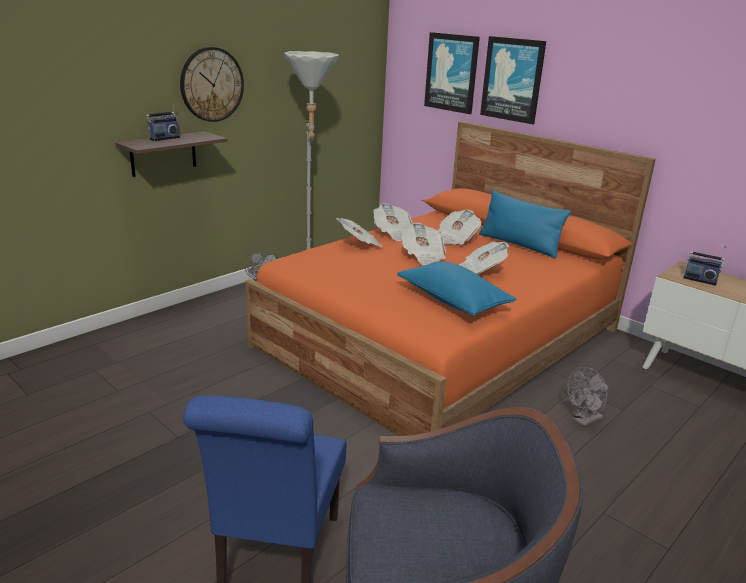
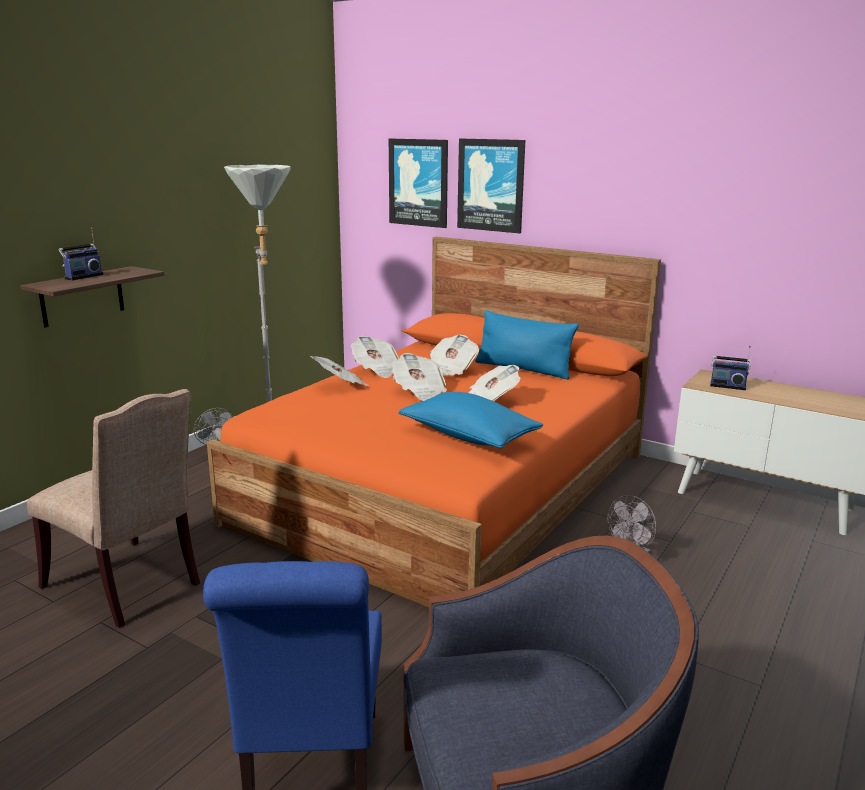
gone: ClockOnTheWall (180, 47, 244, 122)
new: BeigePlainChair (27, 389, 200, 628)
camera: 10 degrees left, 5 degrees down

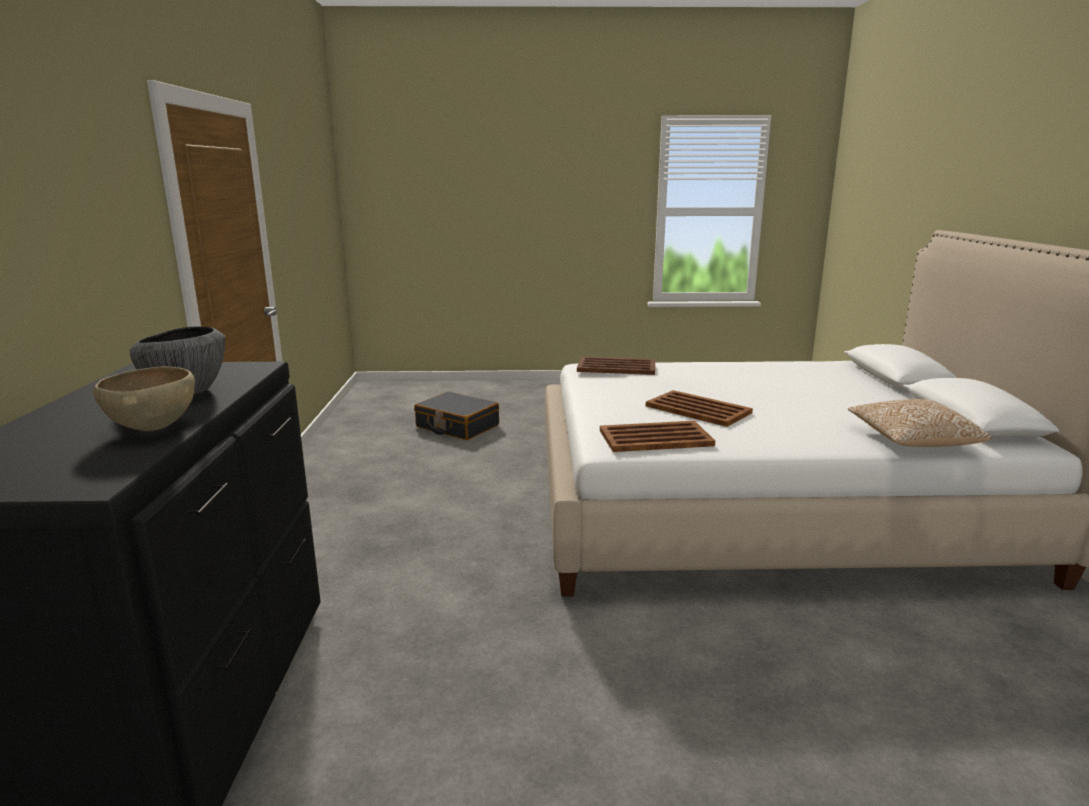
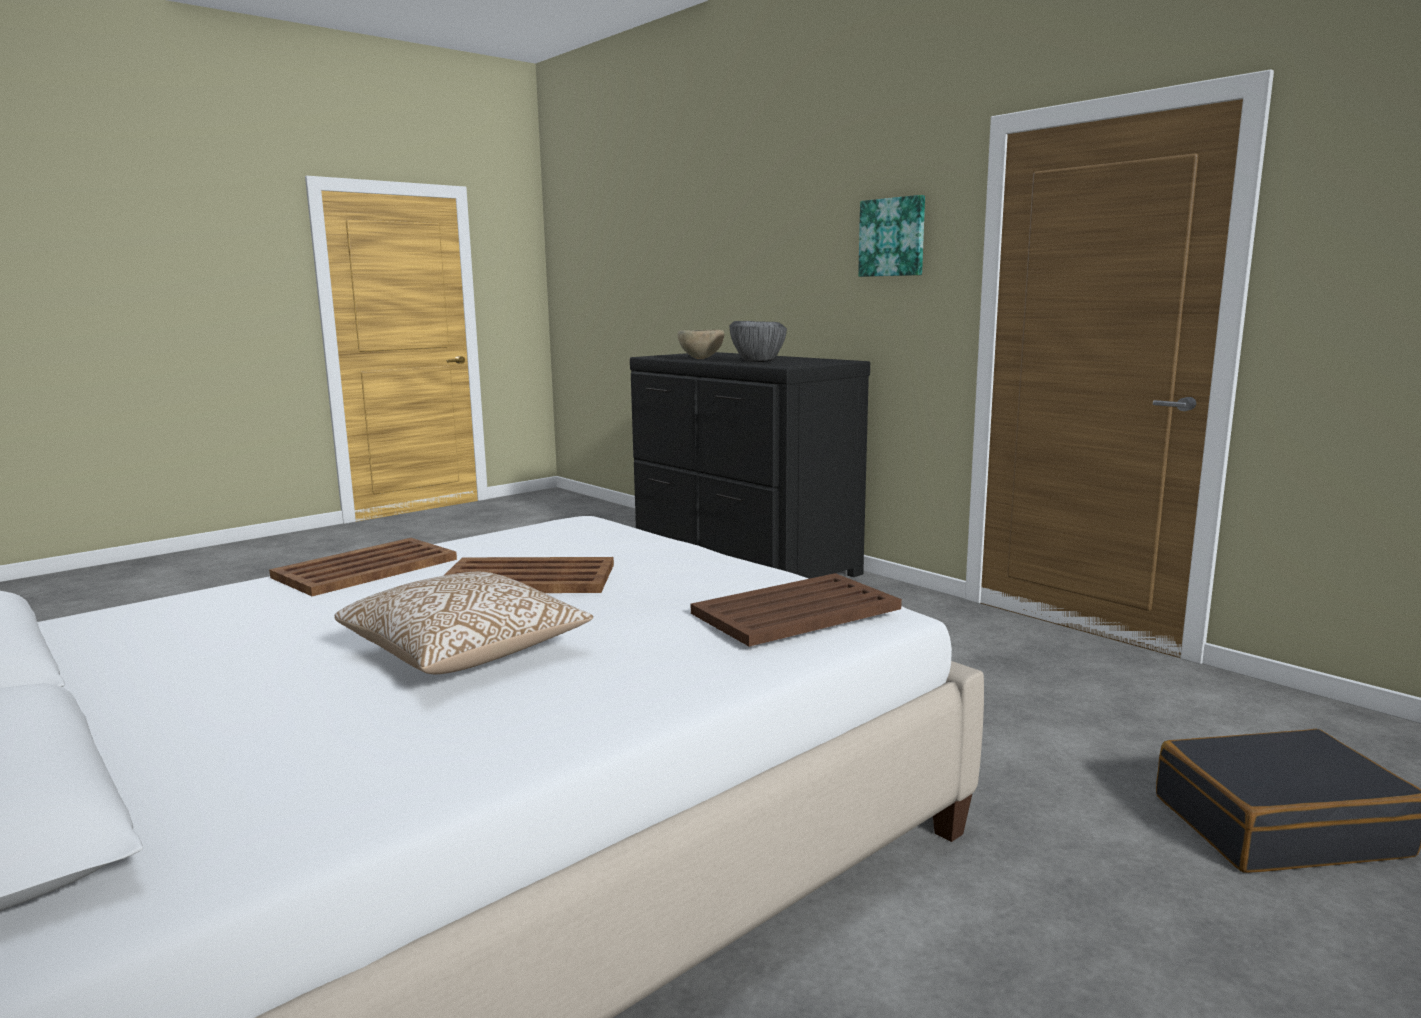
new: WallArt (858, 195, 925, 277)
shifted: BrownishServingTray (600, 421, 715, 452) to (269, 538, 457, 596); Pillow (848, 399, 992, 447) to (334, 572, 593, 674)
camera: 140 degrees right, 5 degrees down

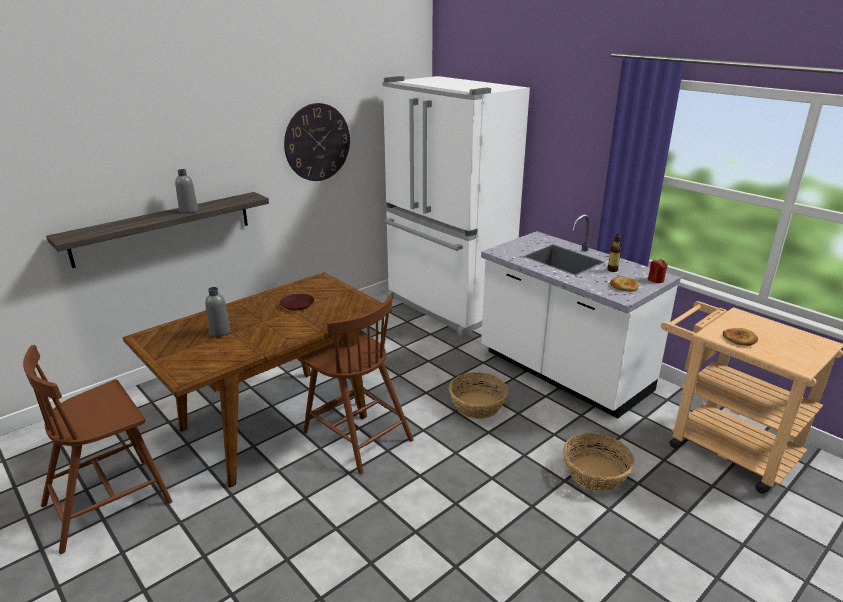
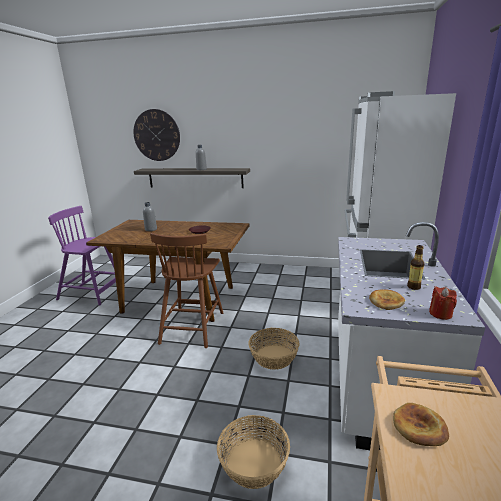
shifted: ClockOnTheWall (284, 103, 350, 181) to (133, 109, 180, 161)
repainted: BrownishPlainChair (23, 345, 172, 554) to PurplishPlainChair (48, 206, 125, 305)
camera: 55 degrees right, 5 degrees down

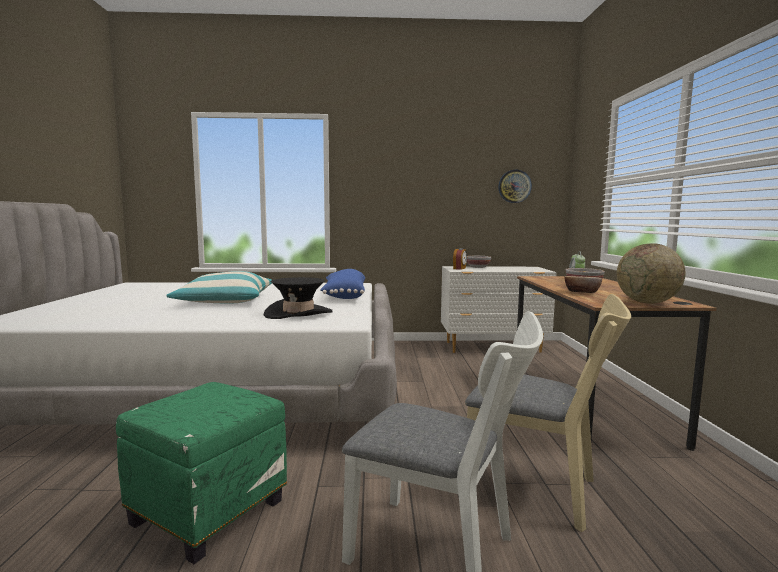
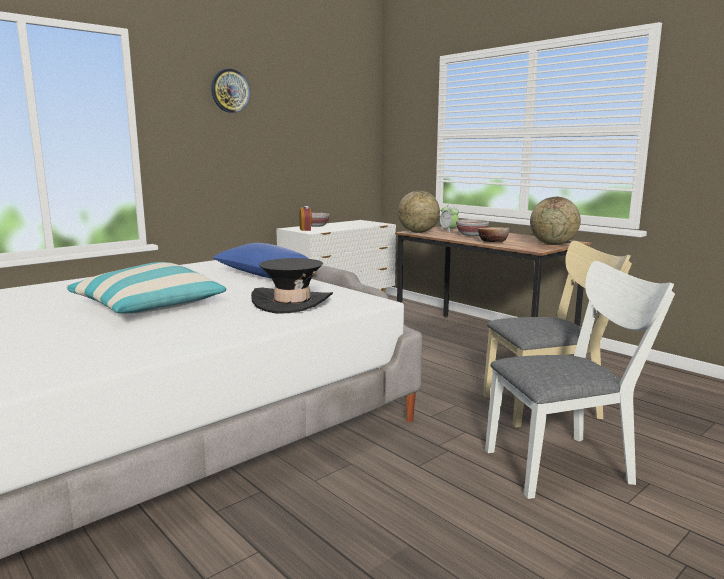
gone: GreenColouredFootrest (116, 382, 287, 564)
new: DeskGlobe (398, 191, 440, 233)
shifted: ClockOnTheWall (498, 170, 532, 203) to (211, 69, 250, 113)
camera: 40 degrees left, 5 degrees up

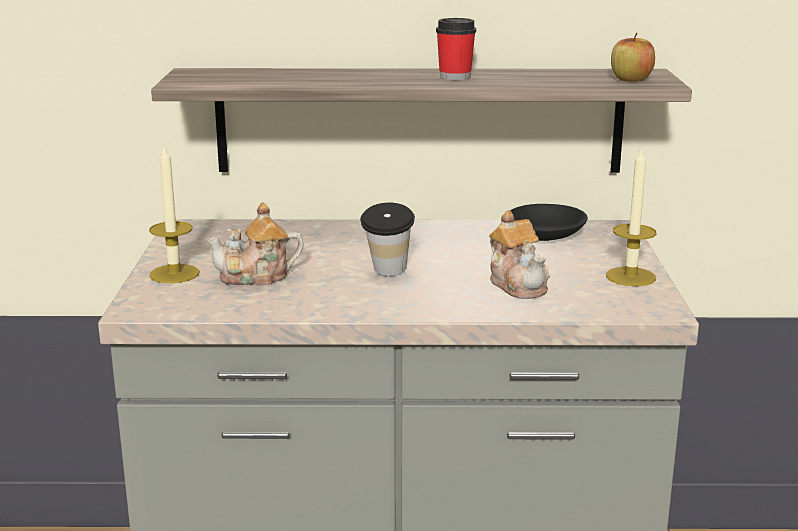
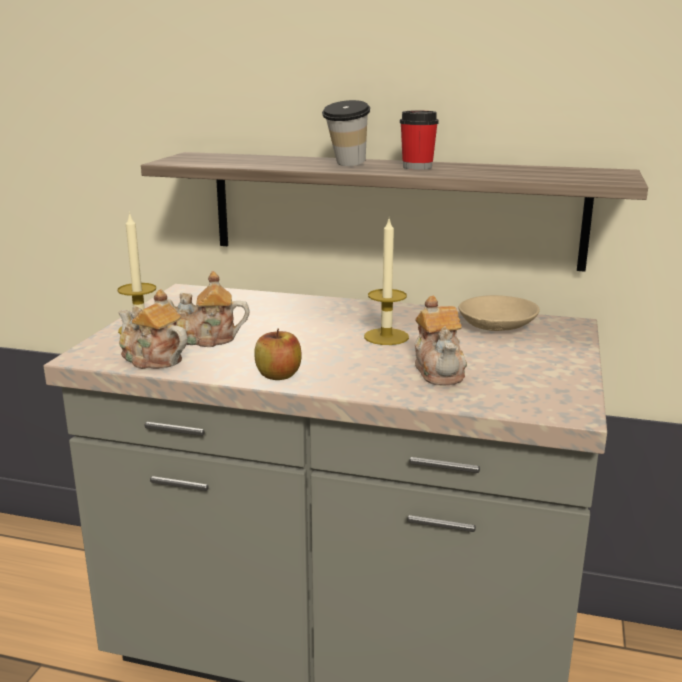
new: Teapot (118, 289, 187, 369)
shifted: Cup (360, 203, 415, 276) to (322, 100, 370, 166); Candle (606, 146, 657, 286) to (364, 219, 409, 345); WholeApple (611, 32, 655, 82) to (254, 328, 302, 380)
repainted: BlackishServingBowl (510, 204, 588, 241) to BeigeServingBowl (459, 295, 540, 331)
camera: 15 degrees right, 0 degrees up

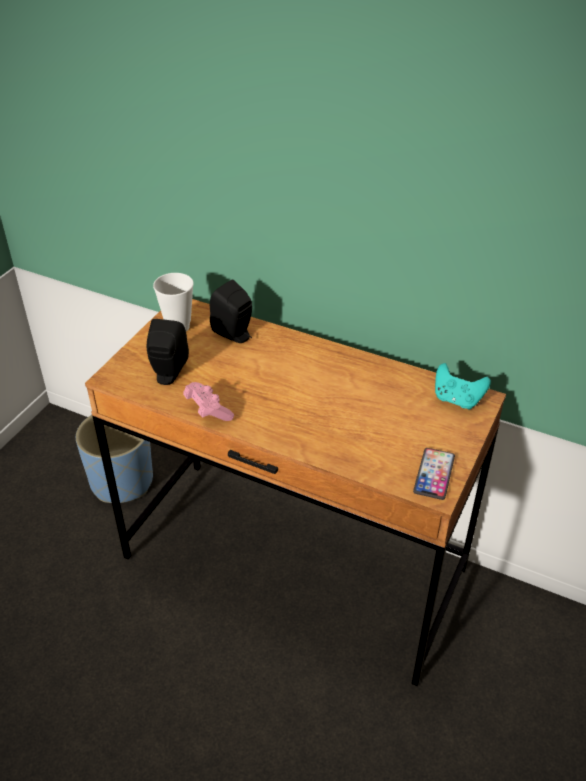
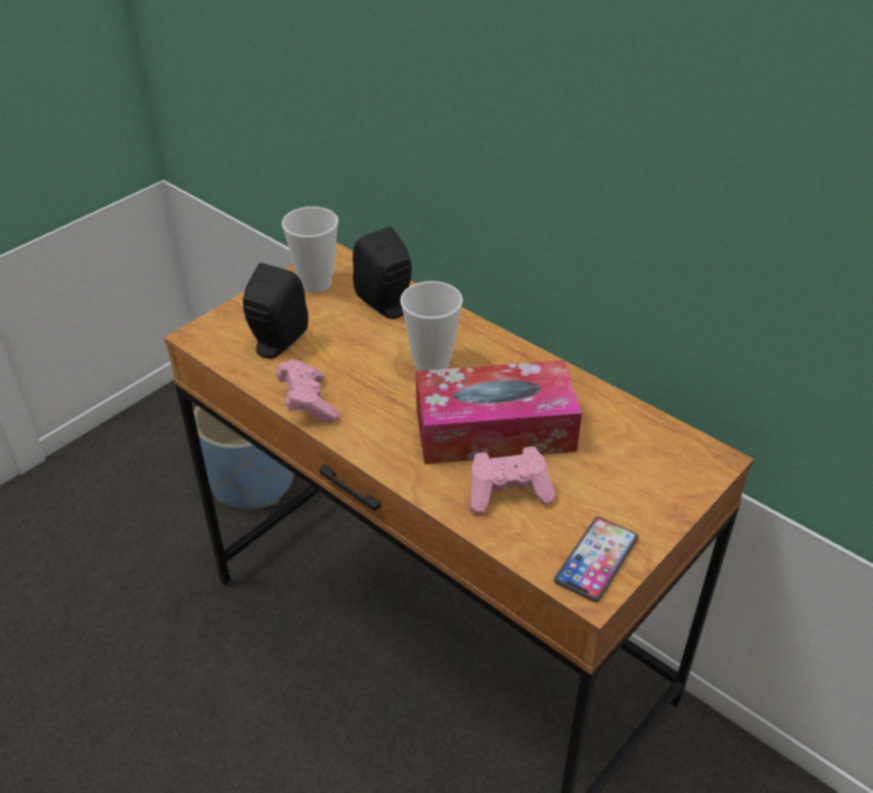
gone: BlueGreenJoypad (435, 363, 491, 409)
new: Cup (400, 281, 463, 371); BoxOfTissues (416, 360, 582, 464); PinkColouredJoypad (470, 446, 556, 514)
camera: 15 degrees right, 0 degrees up

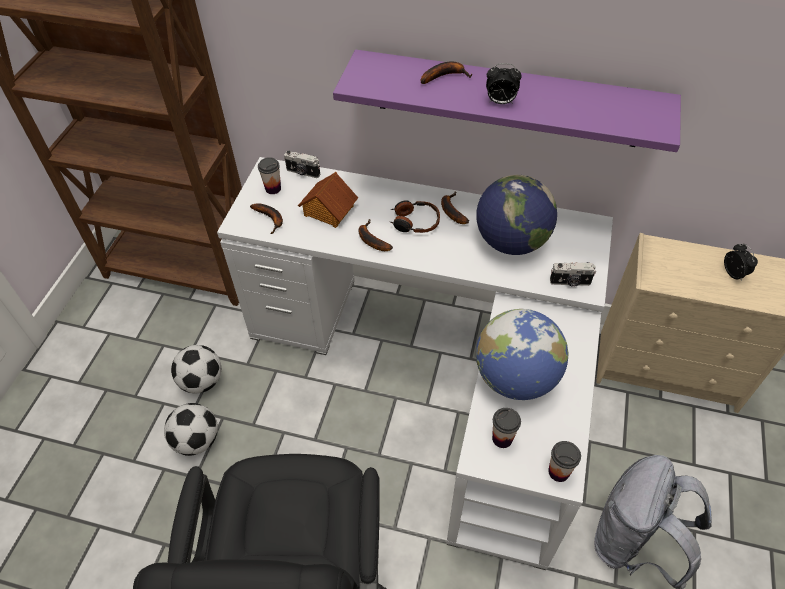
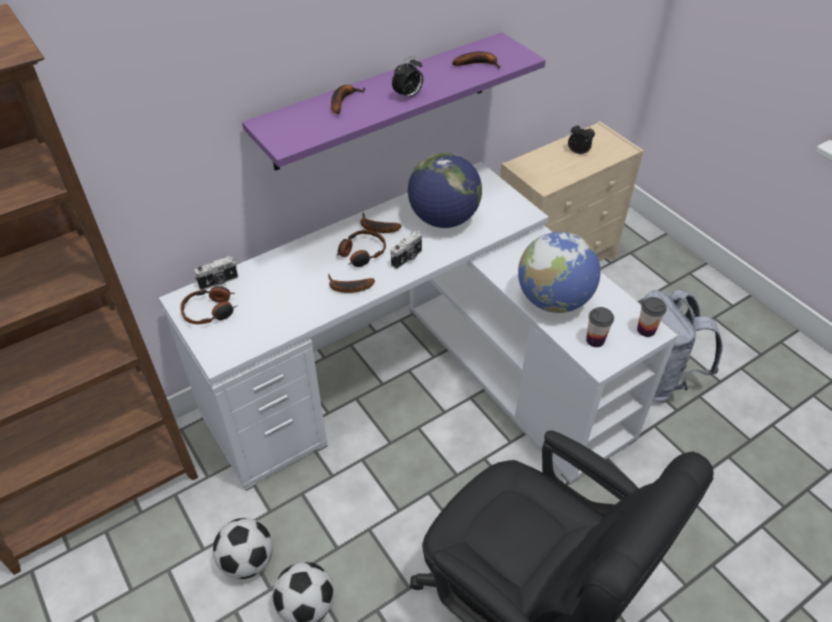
gone: ModelHouse (298, 172, 358, 228)
shifted: WholeBanana (250, 203, 283, 234) to (452, 51, 501, 69); StillCamera (550, 262, 596, 287) to (391, 231, 422, 269)
swapped: Cup (258, 157, 281, 194) to Headset (180, 286, 236, 325)
camera: 50 degrees left, 5 degrees down

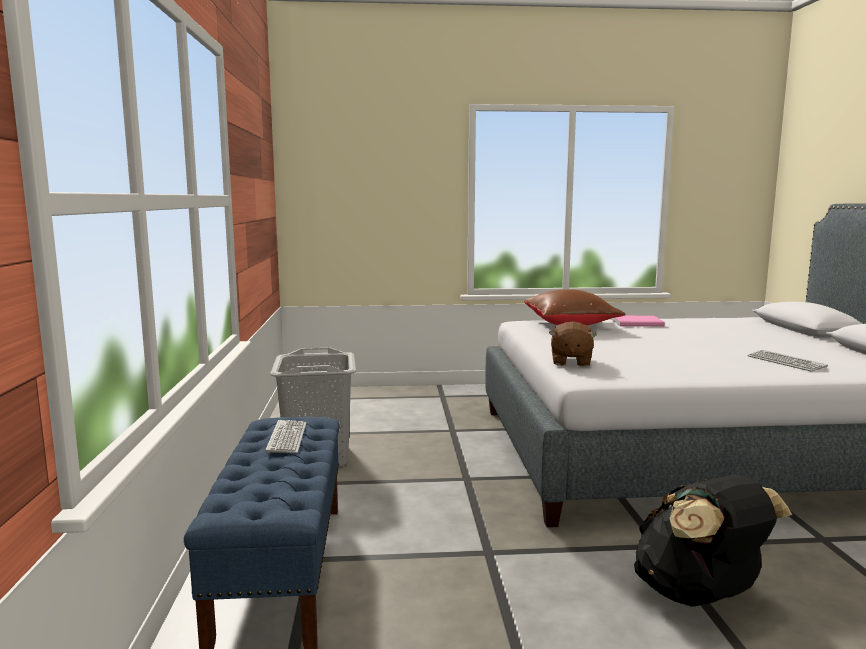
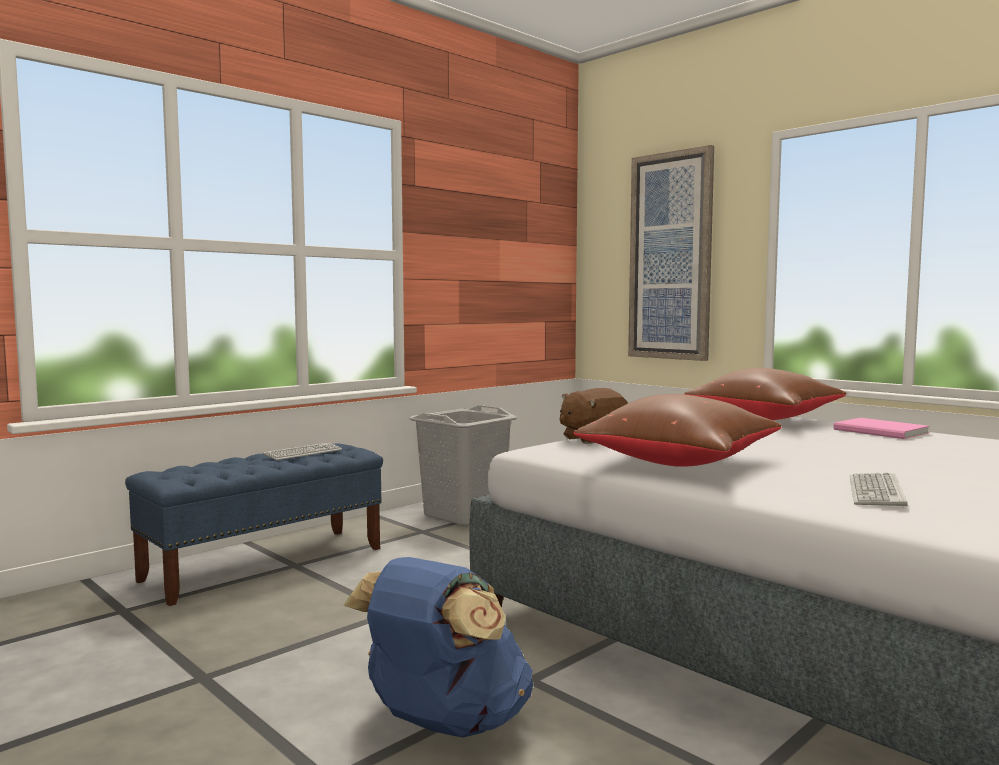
new: BrownishPillow (573, 394, 782, 467); WallArt (628, 145, 714, 361)
repainted: BlackishRucksack (634, 474, 792, 606) to BlueColouredRucksack (343, 557, 533, 737)
camera: 50 degrees right, 5 degrees down

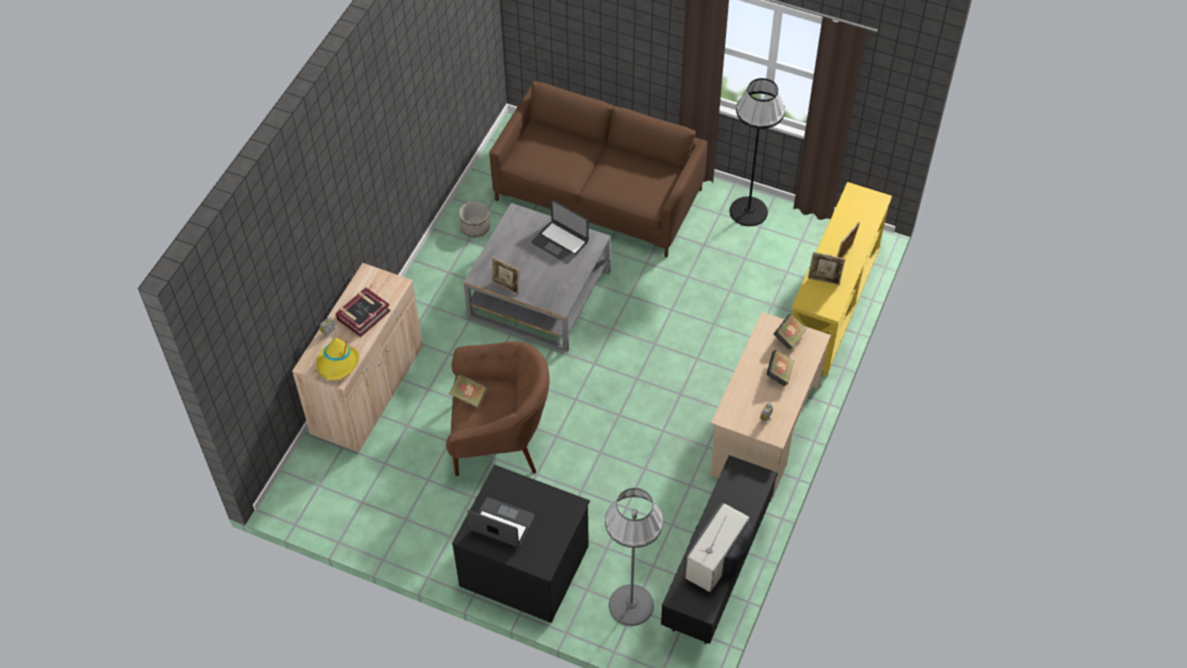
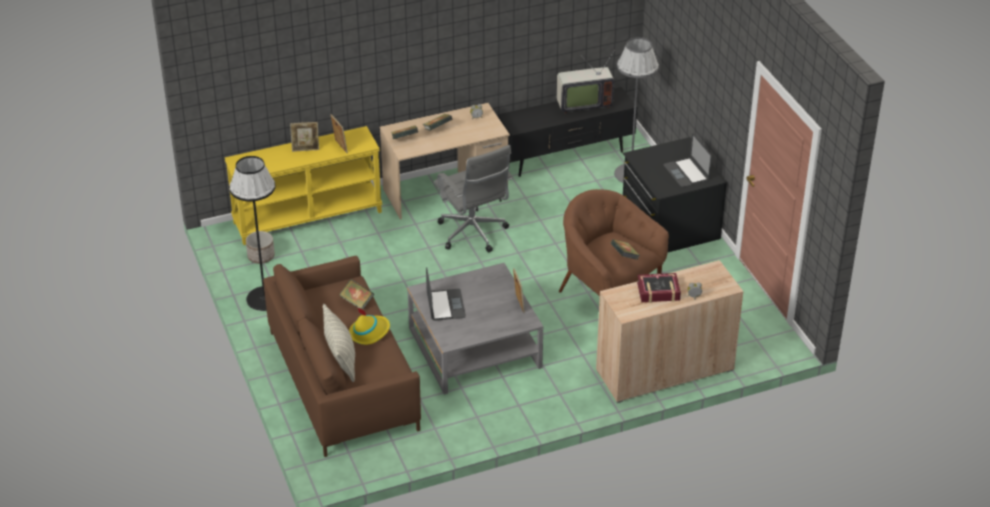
new: Pillow (323, 304, 355, 382); BoundBook (339, 279, 374, 310); GrayOfficeChair (434, 145, 513, 252)
shifted: YellowColouredHat (316, 338, 359, 380) to (349, 307, 390, 345); PlantPot (459, 201, 490, 237) to (246, 231, 275, 264)
camera: 135 degrees left, 15 degrees down

